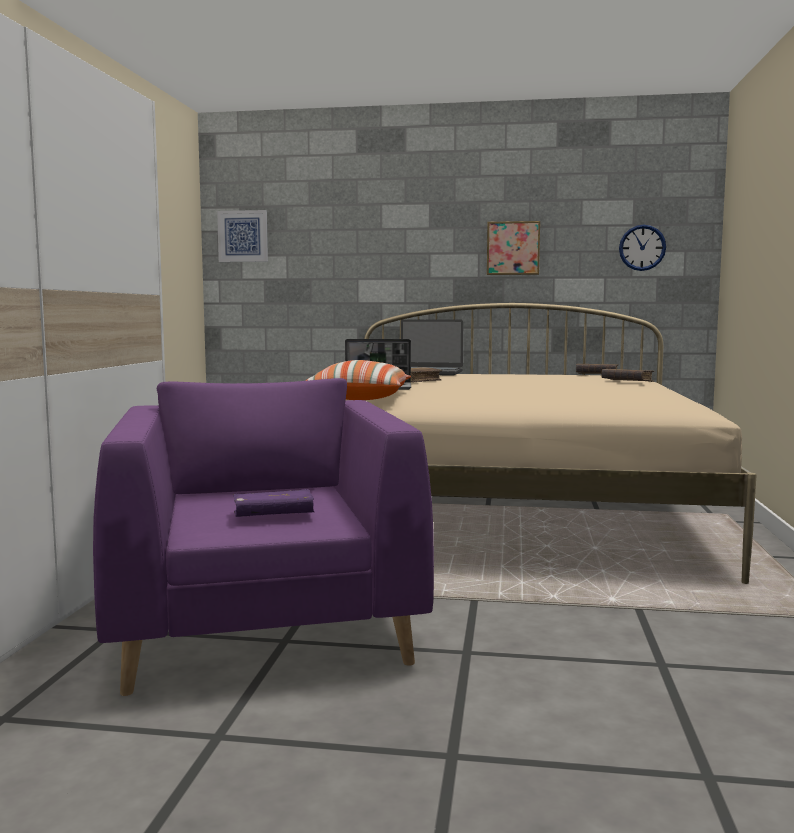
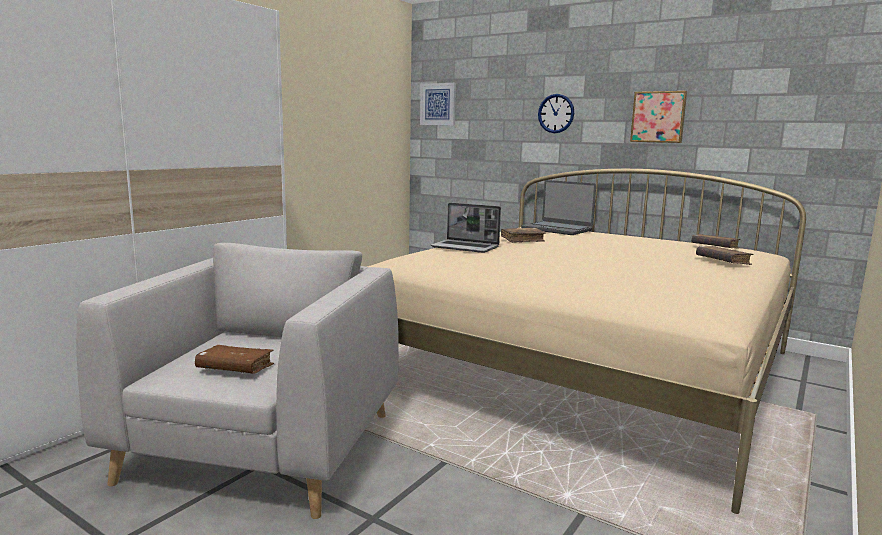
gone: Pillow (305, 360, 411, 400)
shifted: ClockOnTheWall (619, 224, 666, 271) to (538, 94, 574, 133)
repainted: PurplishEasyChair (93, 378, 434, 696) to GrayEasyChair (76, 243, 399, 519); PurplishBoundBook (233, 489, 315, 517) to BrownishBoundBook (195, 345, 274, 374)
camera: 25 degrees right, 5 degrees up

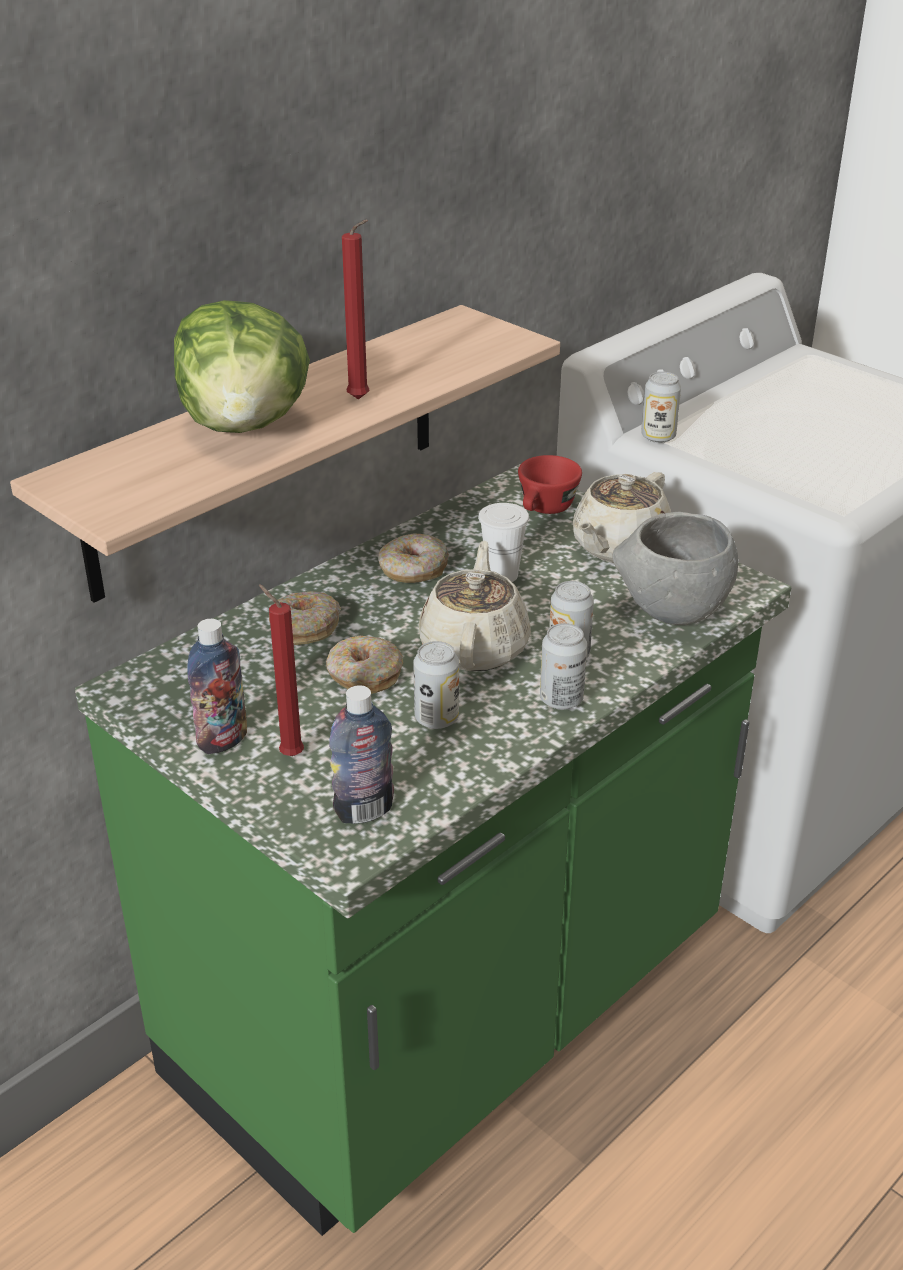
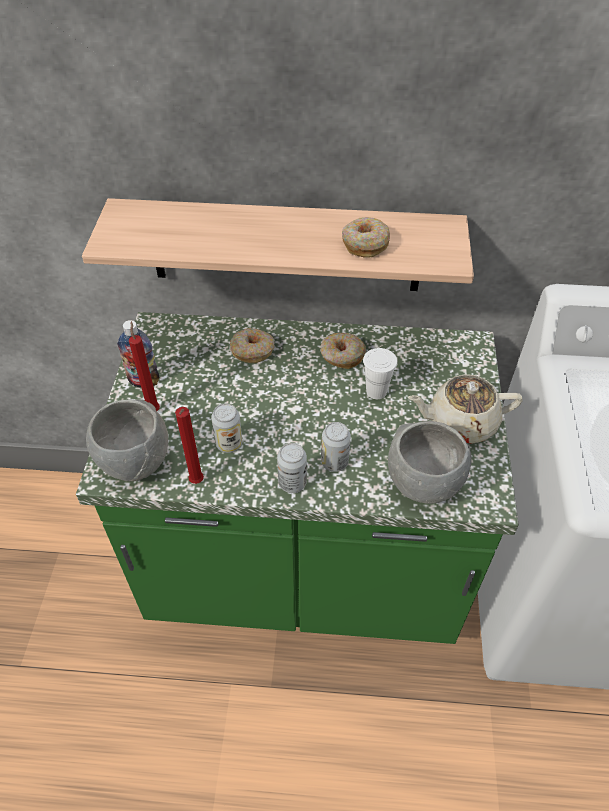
gone: HeadOfLettuce (174, 300, 310, 433); BeigeTeapot (419, 540, 531, 671); ReddishCup (518, 455, 582, 514); SealedCan (641, 372, 681, 443)
shifted: Donut (326, 636, 403, 694) to (342, 217, 390, 257); ReddishCandle (342, 220, 369, 400) to (175, 407, 204, 484)
swapped: BeverageBottle (329, 685, 394, 824) to GrayServingBowl (86, 399, 168, 481)
camera: 50 degrees right, 15 degrees up

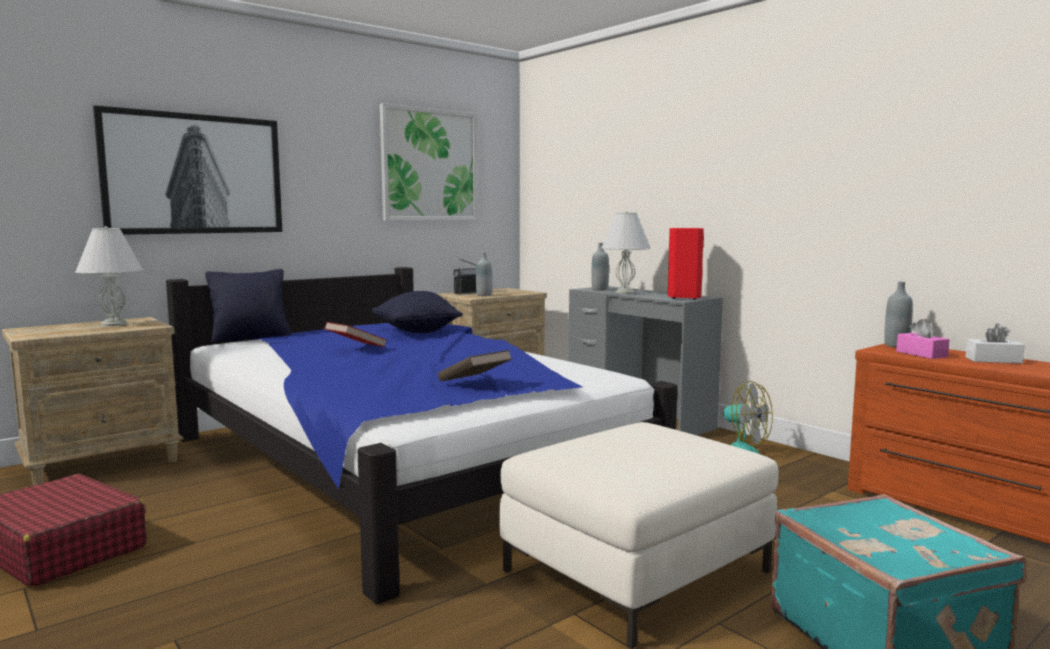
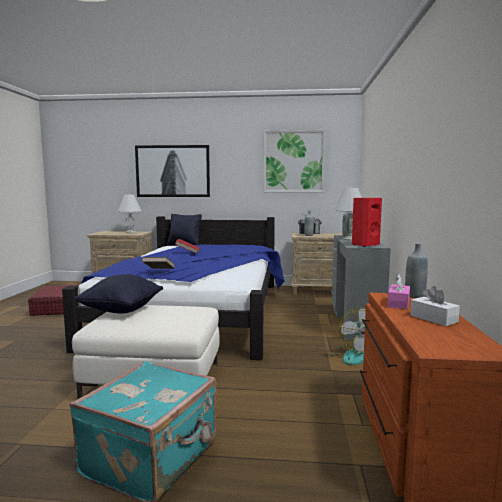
shifted: BlackishPillow (372, 291, 463, 333) to (74, 274, 163, 313)
camera: 45 degrees right, 0 degrees up

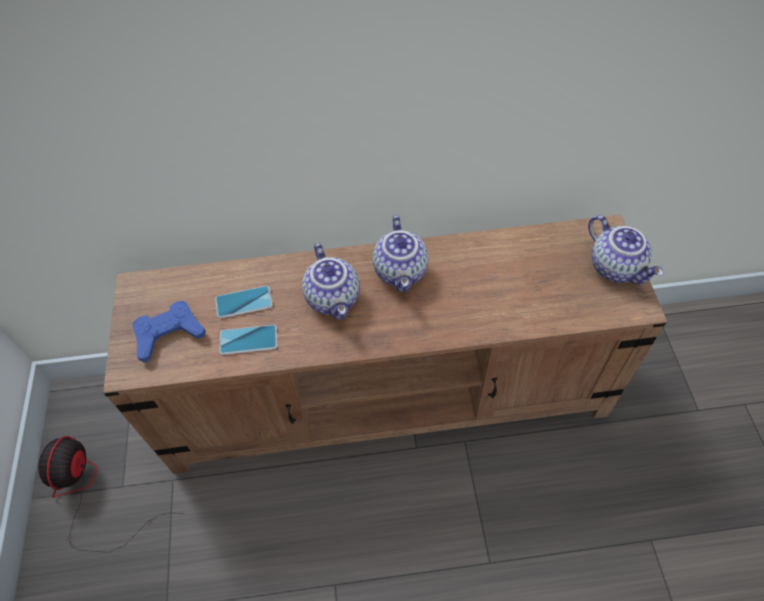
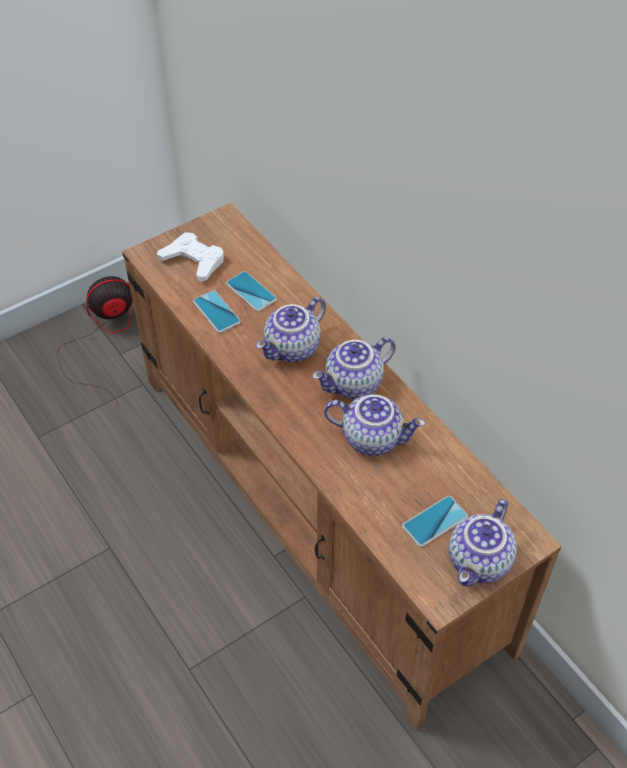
new: Teapot (324, 394, 425, 456); Handset (402, 496, 468, 547)
repainted: BlueColouredJoypad (133, 301, 206, 363) to WhiteColouredJoypad (157, 232, 224, 282)
camera: 60 degrees right, 5 degrees down

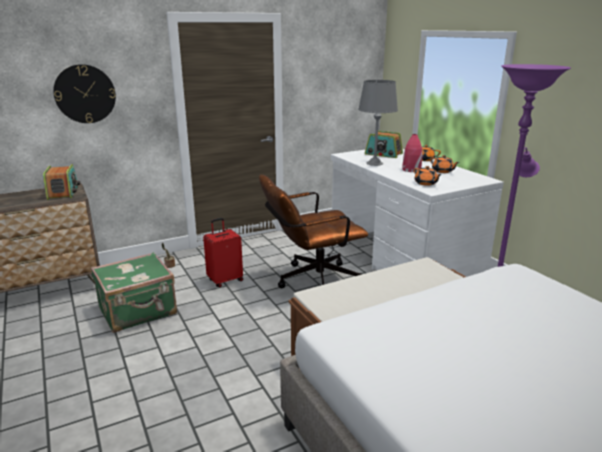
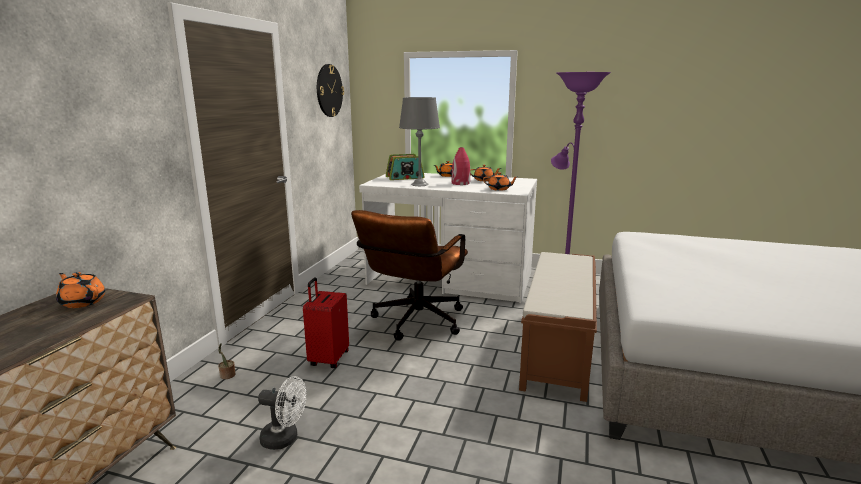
shifted: ClockOnTheWall (53, 64, 116, 123) to (317, 64, 344, 117)
swapped: RadioSet (43, 164, 80, 200) to OrangeColouredTeapot (56, 272, 105, 308); GreenColouredTravelCase (91, 252, 177, 333) to WhiteColouredFan (258, 376, 306, 450)
camera: 45 degrees left, 5 degrees down

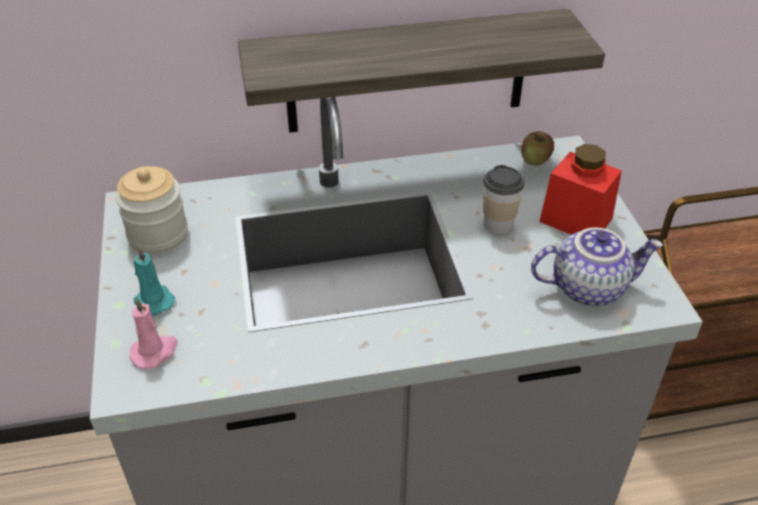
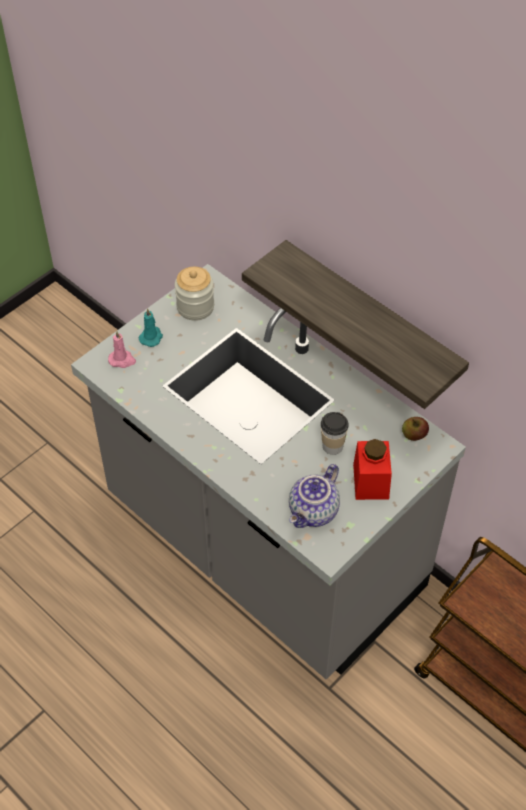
rotated: Teapot (531, 228, 663, 306) = (289, 464, 340, 528) 75 degrees clockwise
camera: 55 degrees right, 10 degrees up

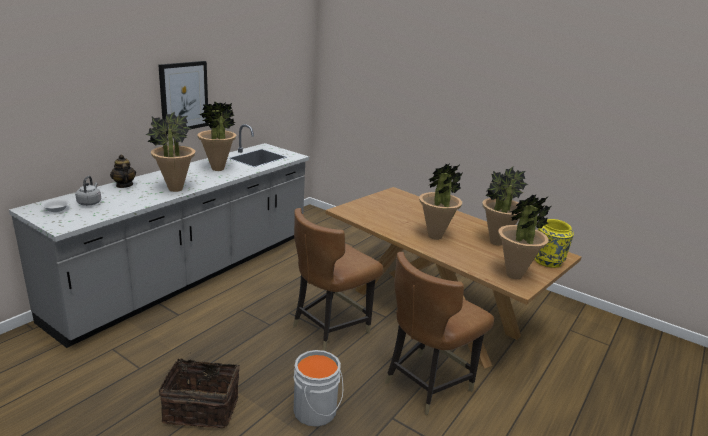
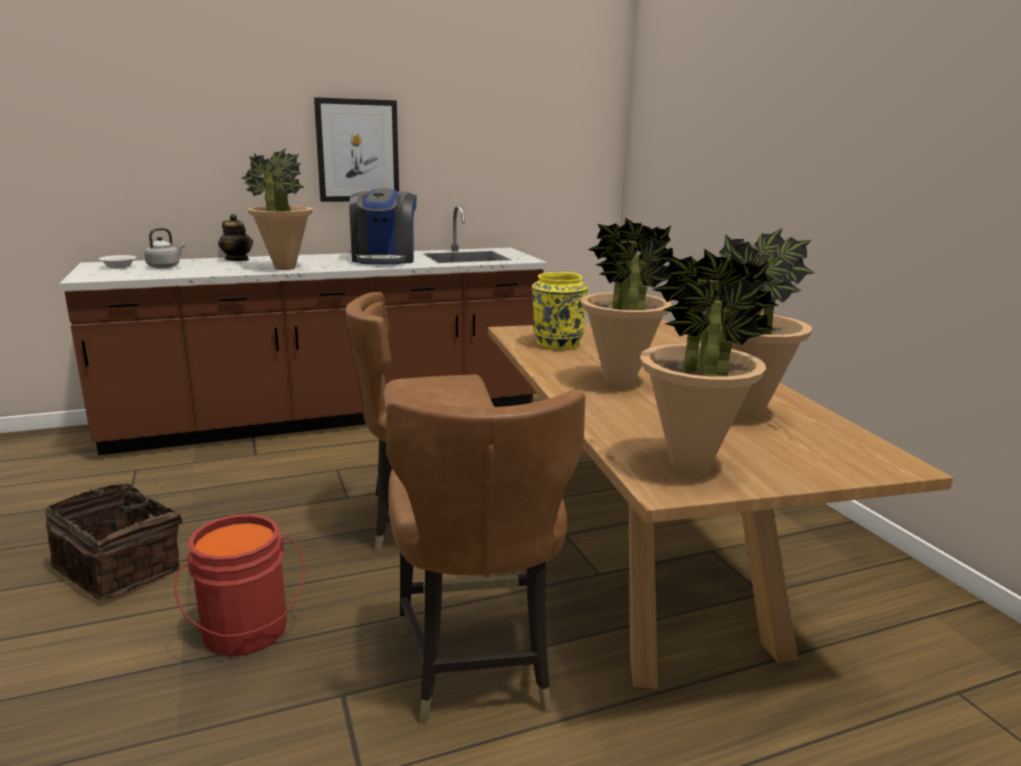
shifted: YellowColouredDecorativeVase (535, 219, 574, 268) to (532, 272, 588, 350)
swapped: PlantInAPot (197, 101, 236, 171) to CoffeeBrewer (349, 188, 417, 265)
repainted: GrayCounter (9, 124, 309, 348) to BrownishCounter (59, 205, 548, 455); GrayBucket (293, 350, 343, 427) to ReddishBucket (174, 514, 305, 656)
rotated: Teapot (110, 154, 136, 188) = (218, 214, 253, 261) 135 degrees clockwise; BrownishPlainChair (385, 252, 494, 415) = (386, 389, 585, 724) 90 degrees counterclockwise
camera: 35 degrees right, 5 degrees down

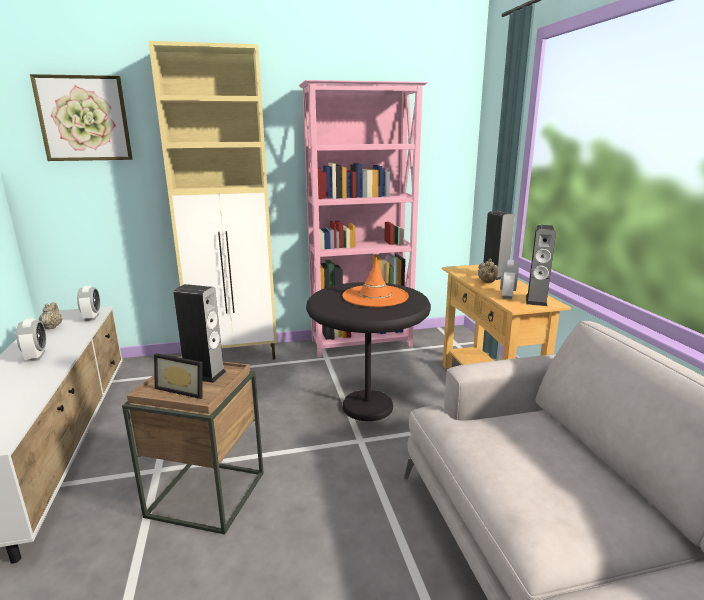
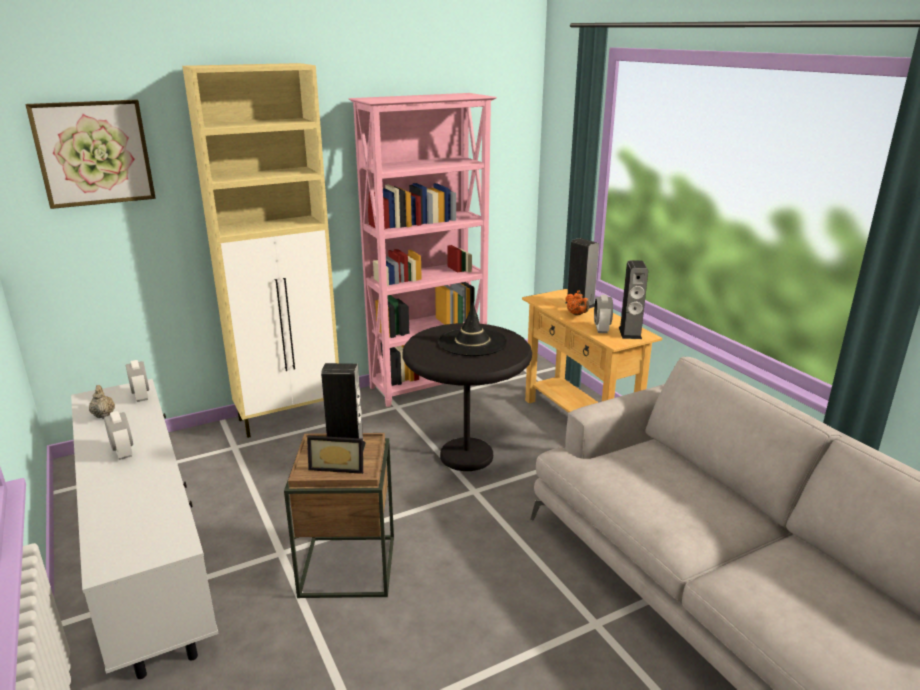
repainted: OrangeColouredHat (342, 257, 409, 307) to BlackishHat (438, 302, 507, 356); BeigeTeapot (478, 259, 498, 283) to OrangeColouredTeapot (566, 290, 589, 315)
camera: 15 degrees left, 5 degrees up

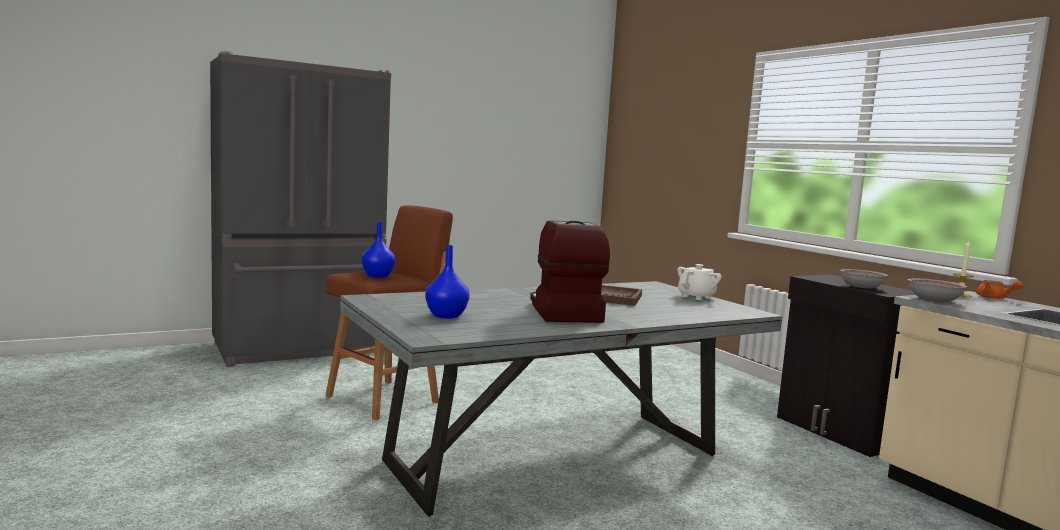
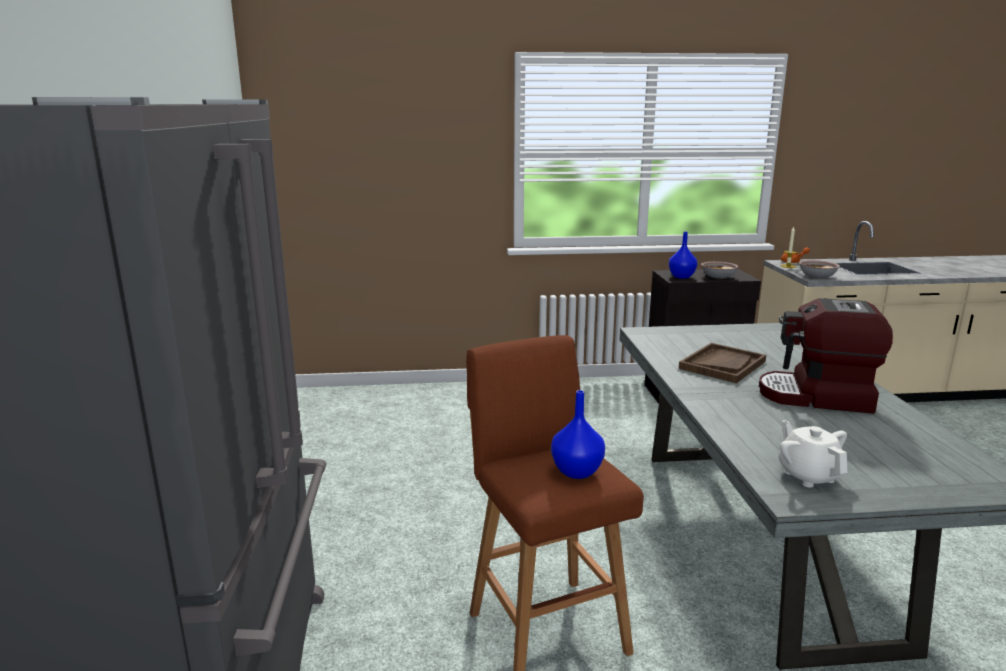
shifted: BlueColouredDecorativeVase (425, 245, 470, 319) to (669, 232, 698, 279); WhiteColouredTeapot (677, 264, 722, 300) to (778, 420, 847, 488)
camera: 65 degrees left, 10 degrees up

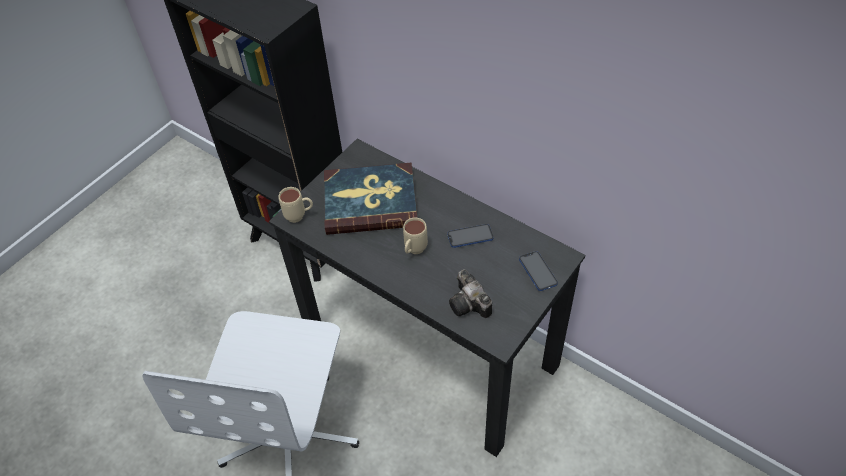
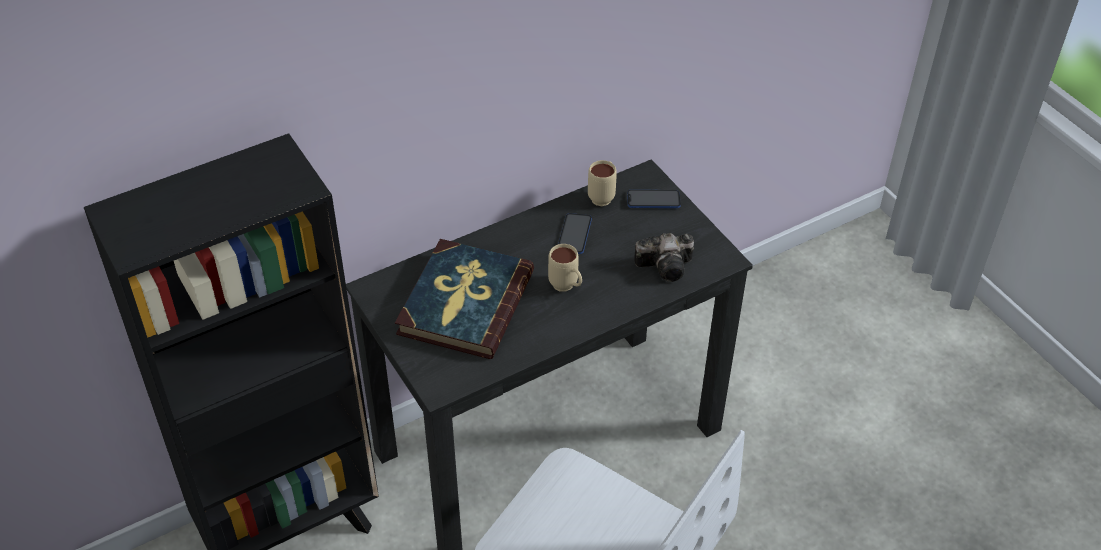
shifted: BeigeCoffeeMug (279, 187, 313, 223) to (588, 160, 617, 206)
camera: 70 degrees left, 5 degrees down

